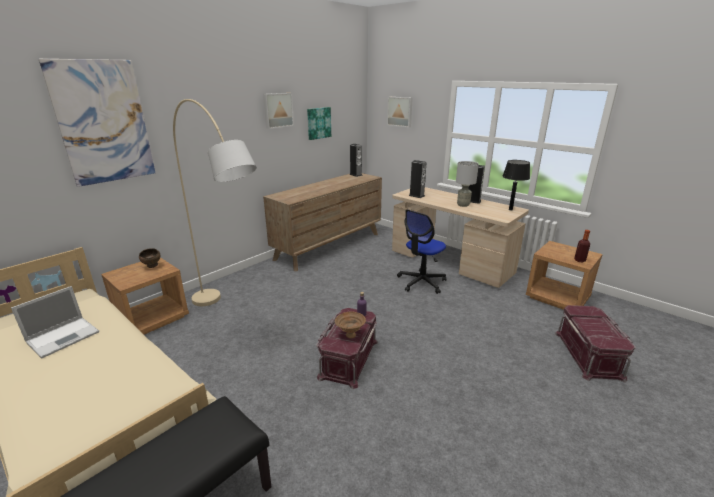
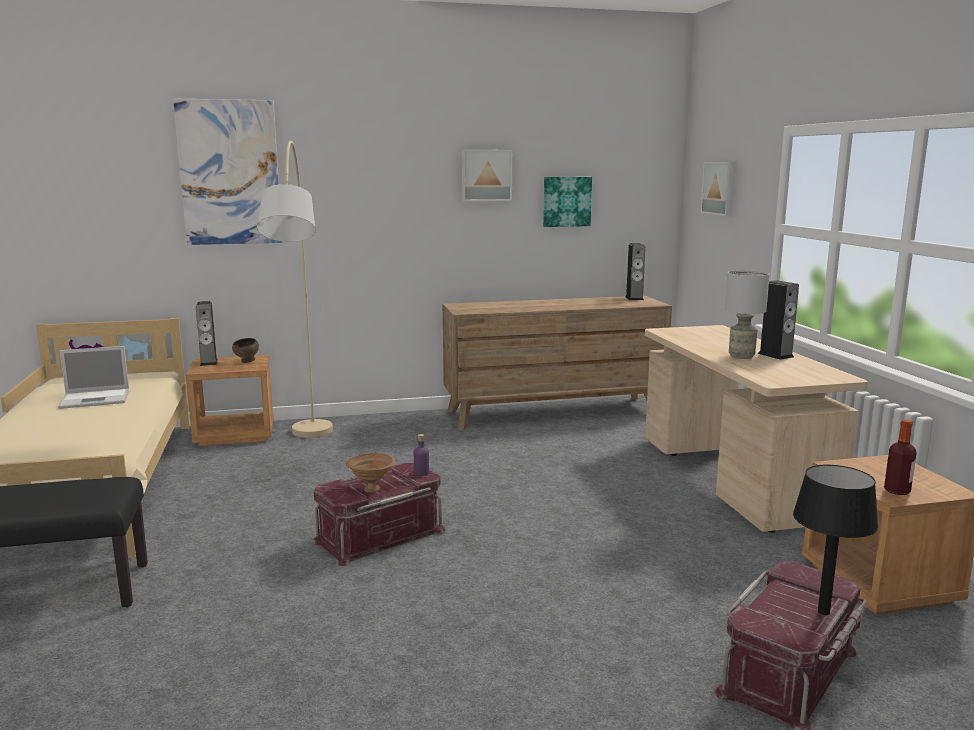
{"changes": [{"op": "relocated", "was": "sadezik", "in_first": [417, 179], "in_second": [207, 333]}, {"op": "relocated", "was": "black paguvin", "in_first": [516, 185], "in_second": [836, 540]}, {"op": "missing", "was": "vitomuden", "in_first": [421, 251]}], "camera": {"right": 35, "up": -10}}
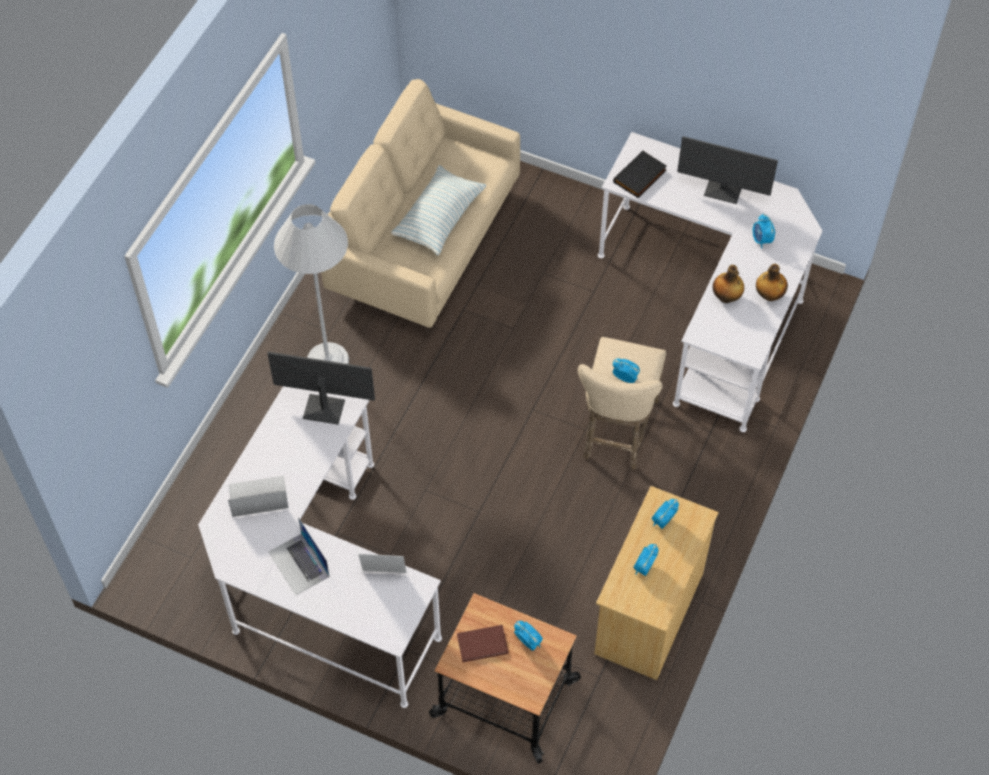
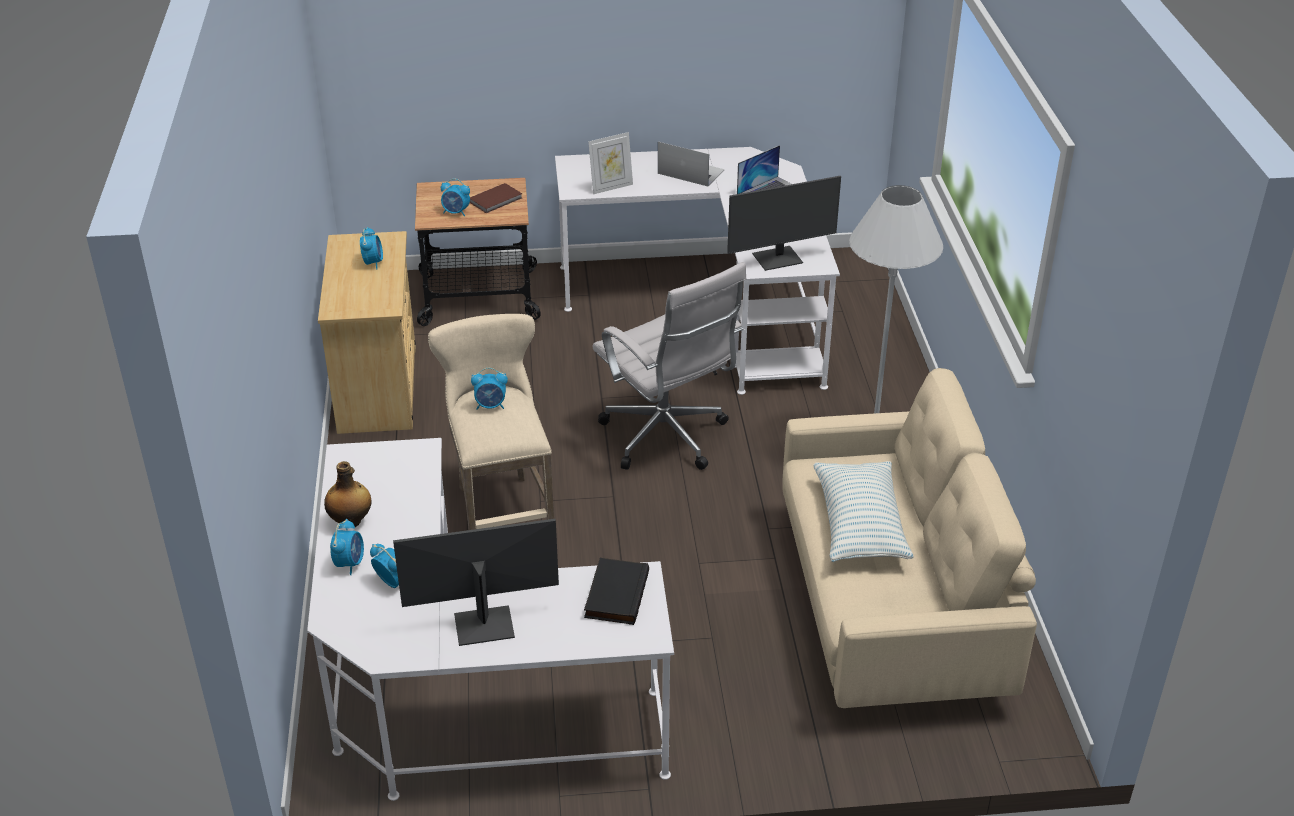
{"changes": [{"op": "relocated", "was": "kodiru", "in_first": [665, 514], "in_second": [347, 547]}, {"op": "appeared", "now": "white vitomuden", "in_second": [669, 366]}, {"op": "missing", "was": "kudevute", "in_first": [728, 284]}], "camera": {"right": 150, "up": -20}}
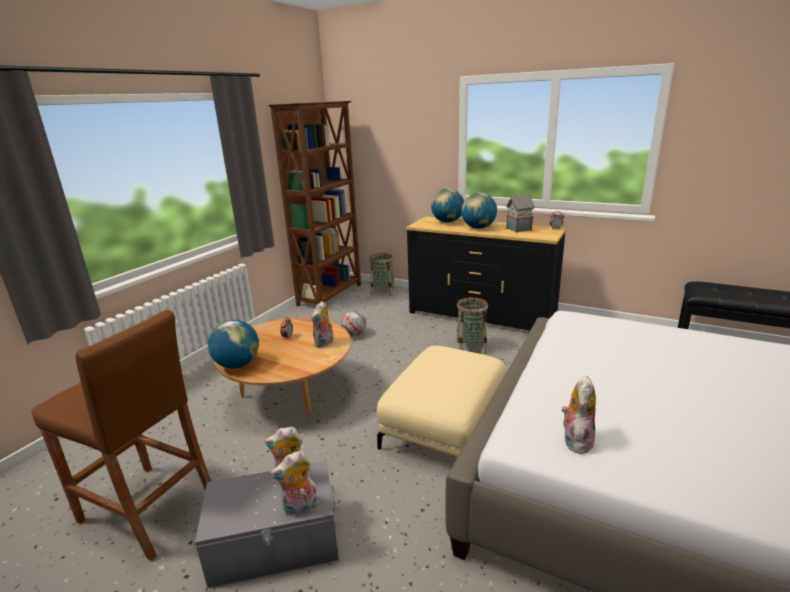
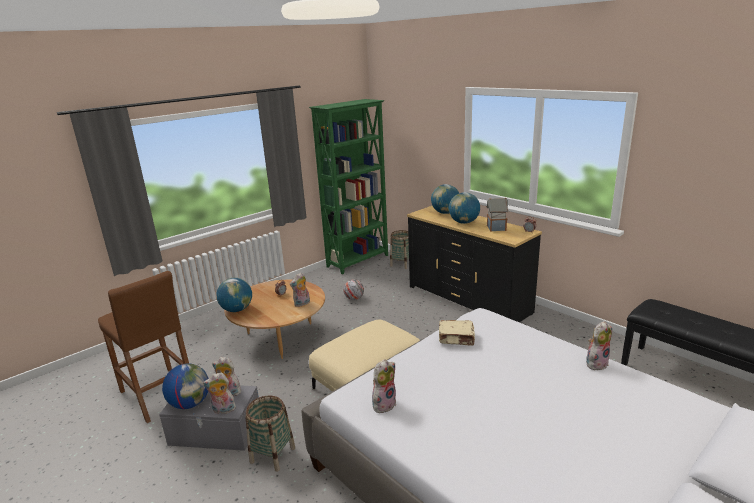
{"changes": [{"op": "appeared", "now": "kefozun", "in_second": [185, 386]}, {"op": "relocated", "was": "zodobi", "in_first": [472, 325], "in_second": [270, 434]}, {"op": "colour", "was": "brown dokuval", "now": "green dokuval", "in_first": [314, 203], "in_second": [348, 186]}, {"op": "appeared", "now": "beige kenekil", "in_second": [457, 333]}, {"op": "appeared", "now": "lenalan", "in_second": [599, 345]}], "camera": {"right": 20, "up": 0}}
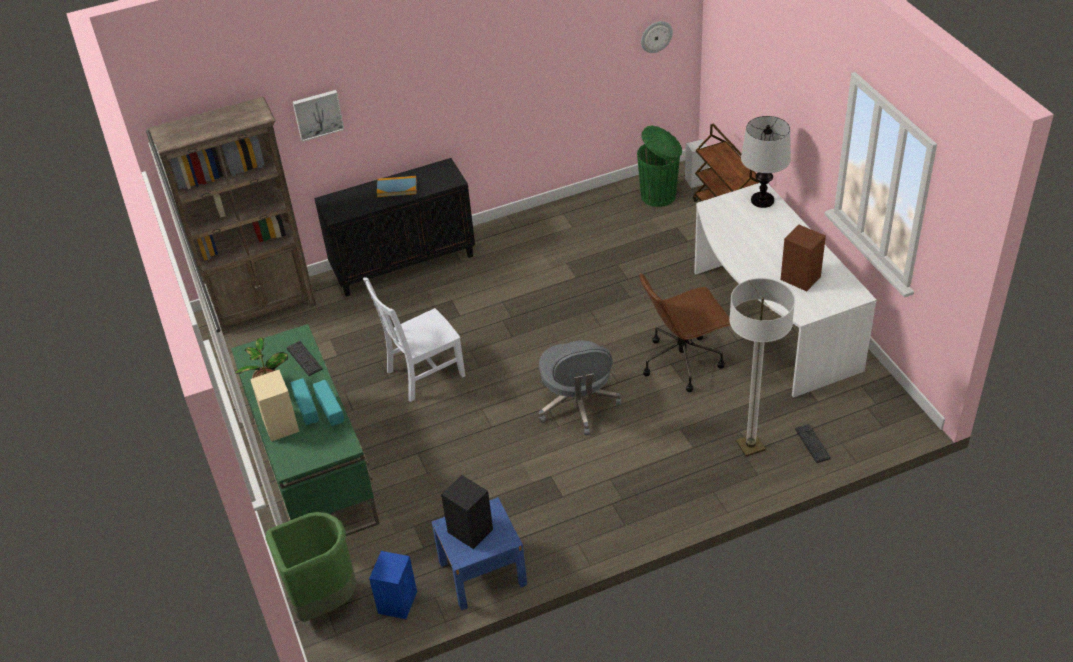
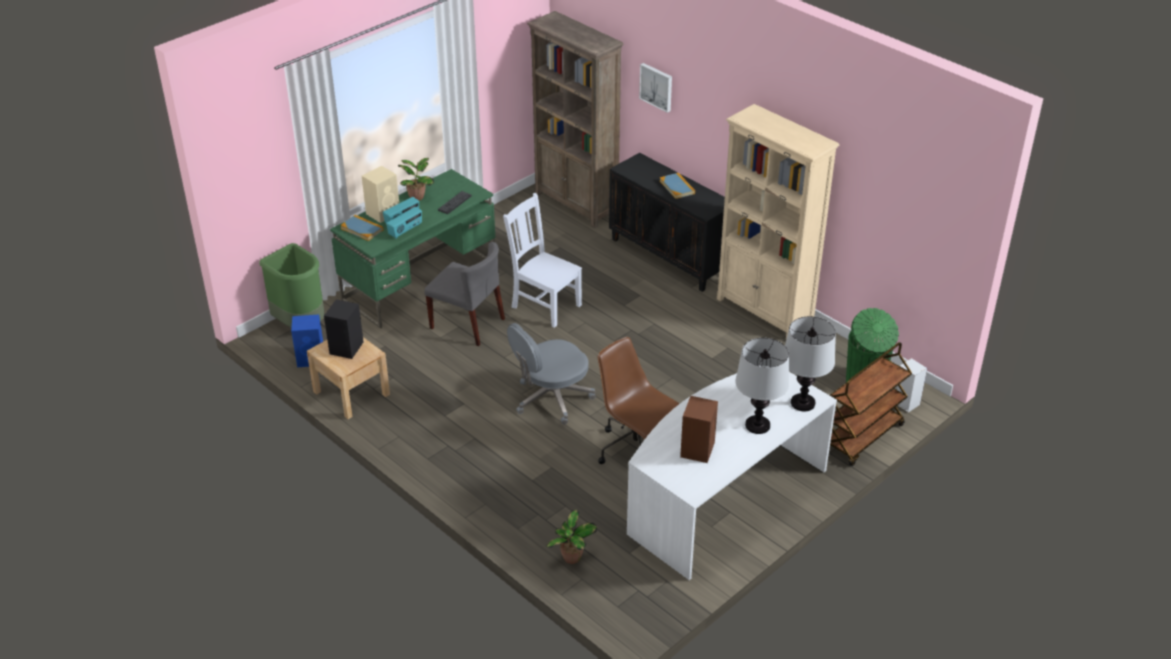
{"changes": [{"op": "colour", "was": "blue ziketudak", "now": "beige ziketudak", "in_first": [479, 554], "in_second": [348, 378]}, {"op": "appeared", "now": "kenekil", "in_second": [362, 228]}, {"op": "appeared", "now": "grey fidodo", "in_second": [464, 294]}, {"op": "exchanged", "was": "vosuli", "now": "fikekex", "in_first": [813, 443], "in_second": [572, 537]}, {"op": "appeared", "now": "beige dokuval", "in_second": [778, 221]}, {"op": "appeared", "now": "paguvin", "in_second": [762, 386]}, {"op": "missing", "was": "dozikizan", "in_first": [657, 37]}, {"op": "missing", "was": "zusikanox", "in_first": [762, 367]}], "camera": {"right": 65, "up": -5}}
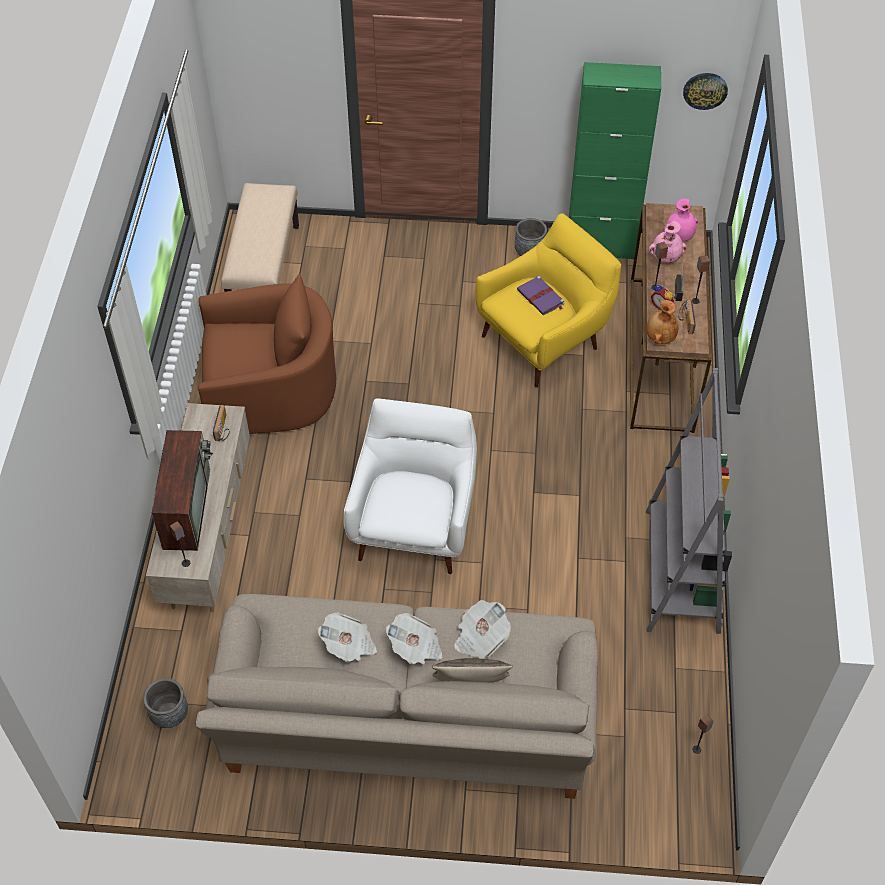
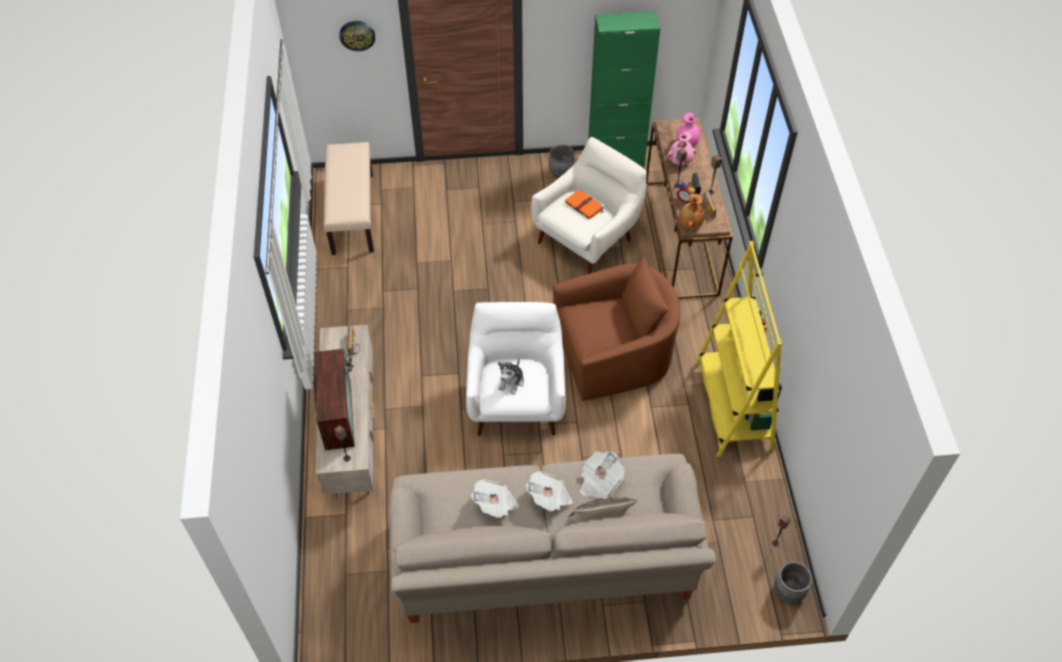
{"changes": [{"op": "relocated", "was": "dozikizan", "in_first": [705, 91], "in_second": [357, 36]}, {"op": "appeared", "now": "lenalan", "in_second": [511, 377]}, {"op": "colour", "was": "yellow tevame", "now": "white tevame", "in_first": [548, 300], "in_second": [589, 205]}, {"op": "relocated", "was": "brown tevame", "in_first": [267, 354], "in_second": [616, 328]}, {"op": "colour", "was": "purple kenekil", "now": "orange kenekil", "in_first": [540, 295], "in_second": [584, 204]}, {"op": "colour", "was": "grey dokuval", "now": "yellow dokuval", "in_first": [689, 501], "in_second": [739, 349]}, {"op": "relocated", "was": "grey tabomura", "in_first": [165, 703], "in_second": [793, 582]}], "camera": {"right": -10, "up": 0}}
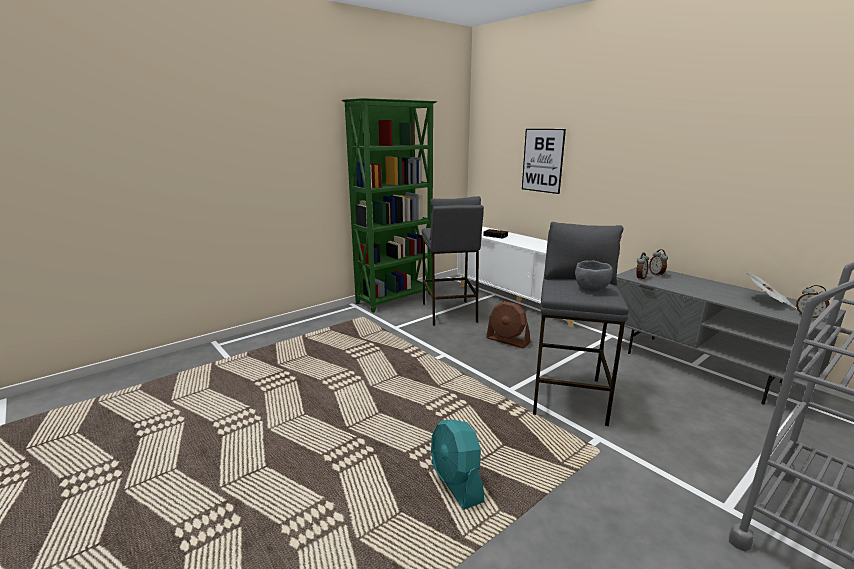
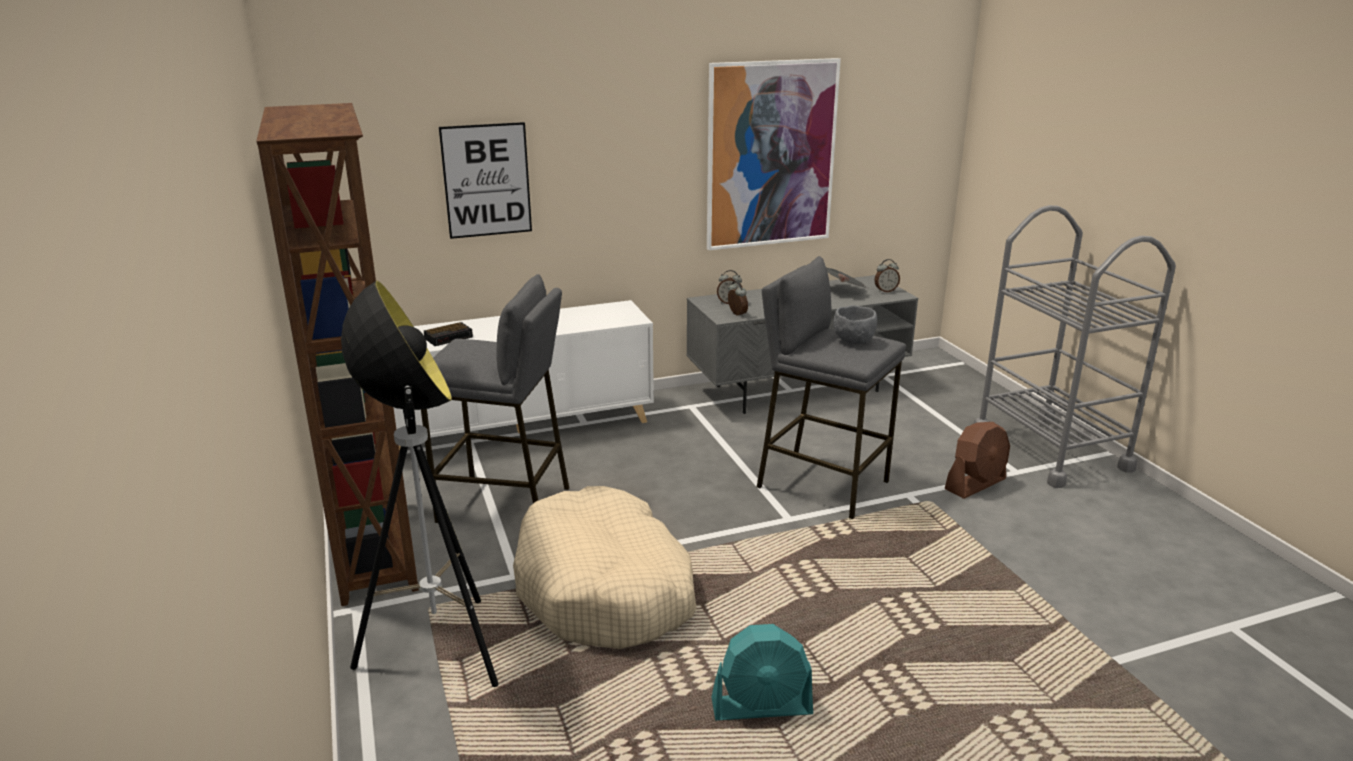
{"changes": [{"op": "colour", "was": "green dokuval", "now": "brown dokuval", "in_first": [389, 205], "in_second": [337, 354]}, {"op": "appeared", "now": "zusikanox", "in_second": [419, 483]}, {"op": "appeared", "now": "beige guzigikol", "in_second": [604, 567]}, {"op": "appeared", "now": "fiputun", "in_second": [774, 154]}, {"op": "relocated", "was": "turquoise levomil", "in_first": [457, 464], "in_second": [762, 672]}, {"op": "relocated", "was": "brown levomil", "in_first": [508, 324], "in_second": [977, 460]}], "camera": {"right": -70, "up": 5}}
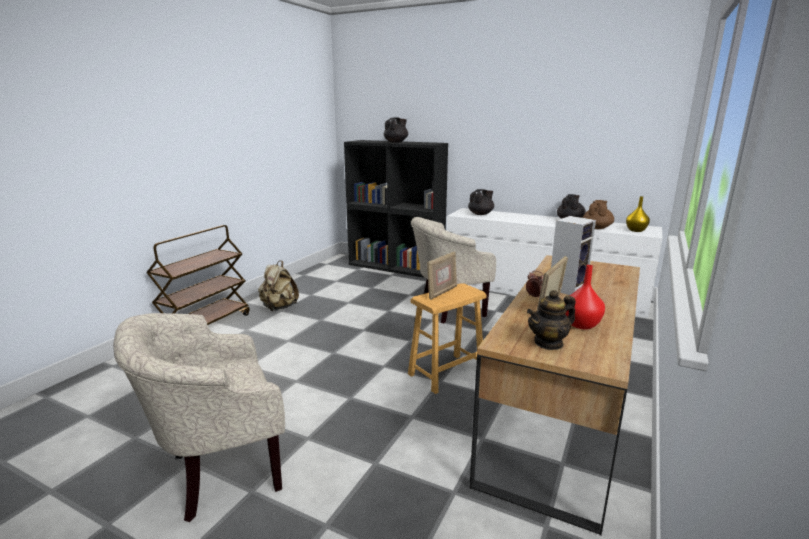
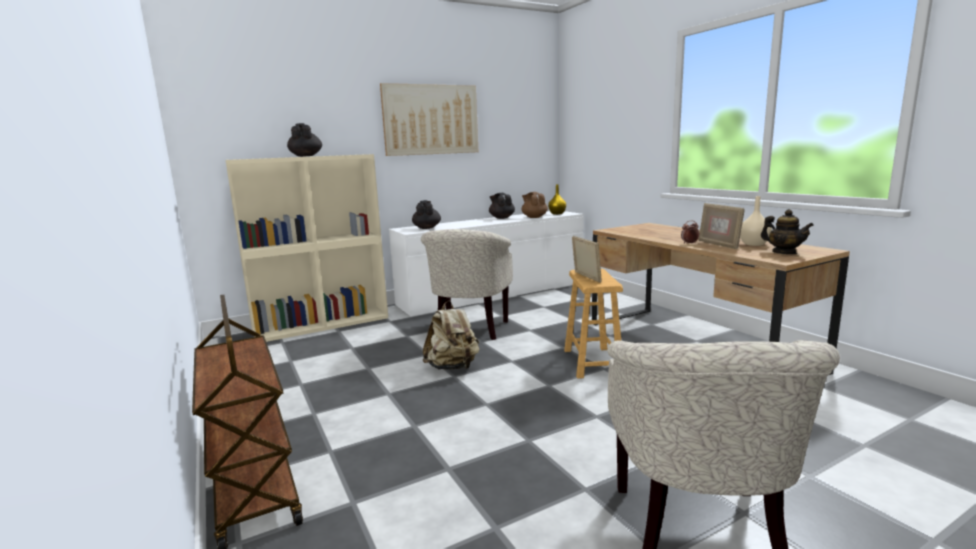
{"changes": [{"op": "colour", "was": "black dokuval", "now": "beige dokuval", "in_first": [396, 209], "in_second": [307, 248]}, {"op": "appeared", "now": "fiputun", "in_second": [429, 119]}, {"op": "relocated", "was": "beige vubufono", "in_first": [278, 285], "in_second": [451, 335]}, {"op": "colour", "was": "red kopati", "now": "beige kopati", "in_first": [585, 297], "in_second": [756, 221]}, {"op": "spun", "was": "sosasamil", "in_first": [551, 320], "in_second": [787, 231], "clockwise": -45}, {"op": "missing", "was": "sadezik", "in_first": [573, 255]}], "camera": {"right": -55, "up": -5}}
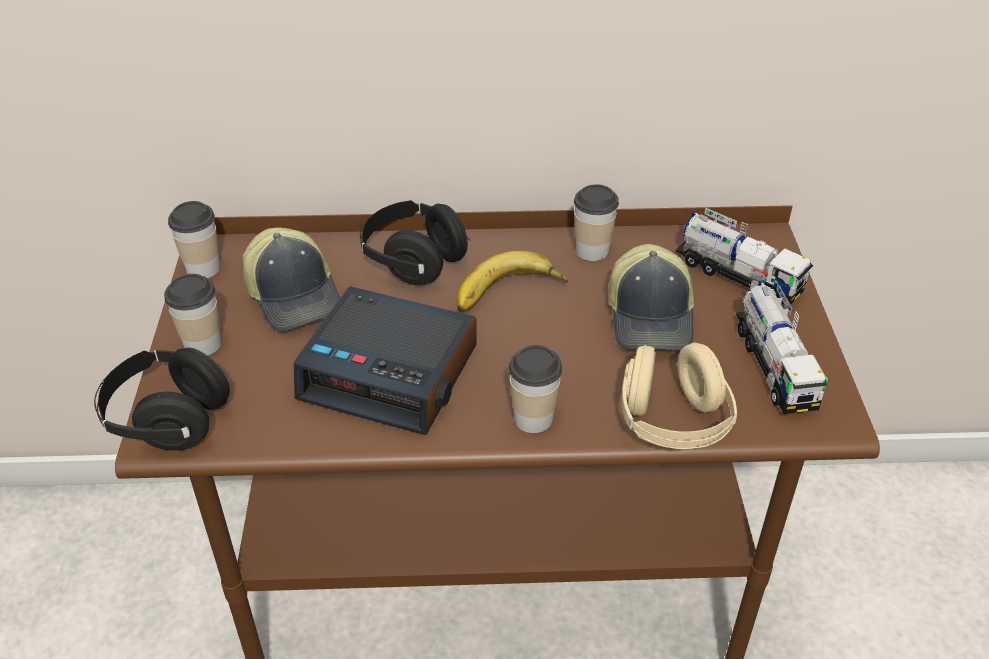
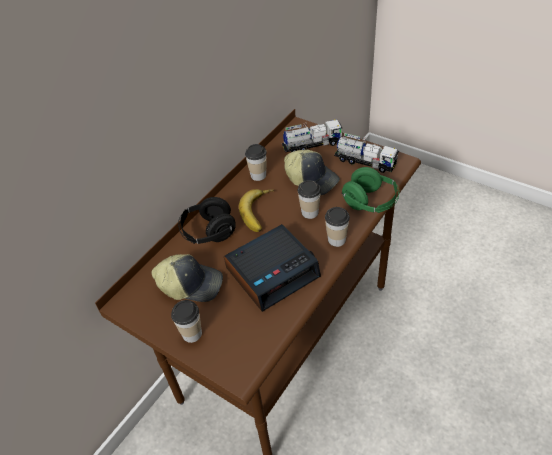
{"changes": [{"op": "relocated", "was": "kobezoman", "in_first": [194, 239], "in_second": [309, 199]}, {"op": "colour", "was": "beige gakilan", "now": "green gakilan", "in_first": [679, 396], "in_second": [370, 190]}, {"op": "missing", "was": "black gakilan", "in_first": [162, 399]}], "camera": {"right": -50, "up": 5}}
